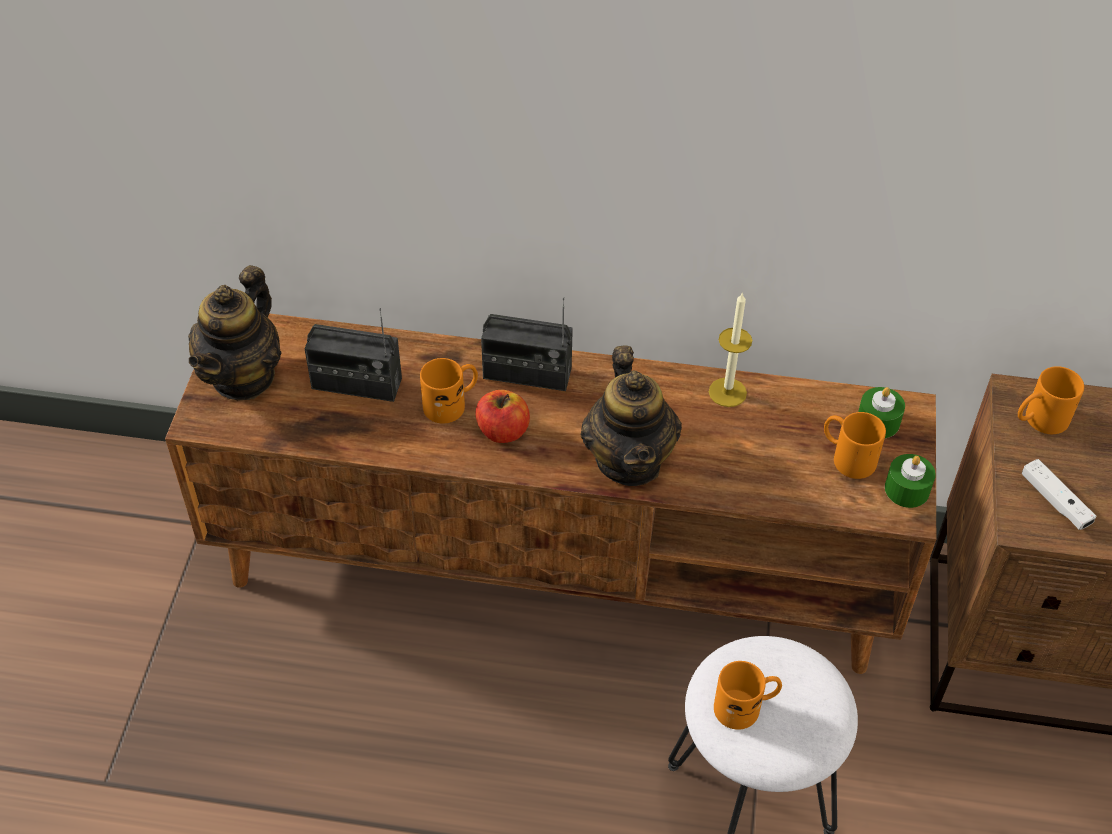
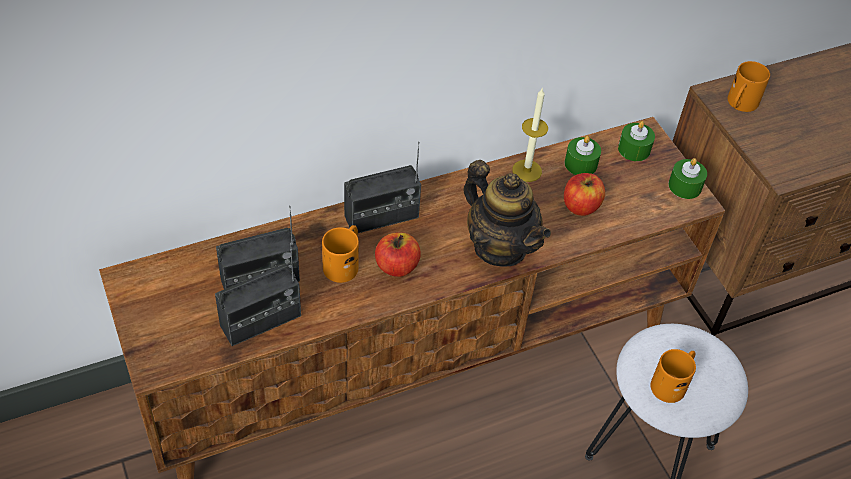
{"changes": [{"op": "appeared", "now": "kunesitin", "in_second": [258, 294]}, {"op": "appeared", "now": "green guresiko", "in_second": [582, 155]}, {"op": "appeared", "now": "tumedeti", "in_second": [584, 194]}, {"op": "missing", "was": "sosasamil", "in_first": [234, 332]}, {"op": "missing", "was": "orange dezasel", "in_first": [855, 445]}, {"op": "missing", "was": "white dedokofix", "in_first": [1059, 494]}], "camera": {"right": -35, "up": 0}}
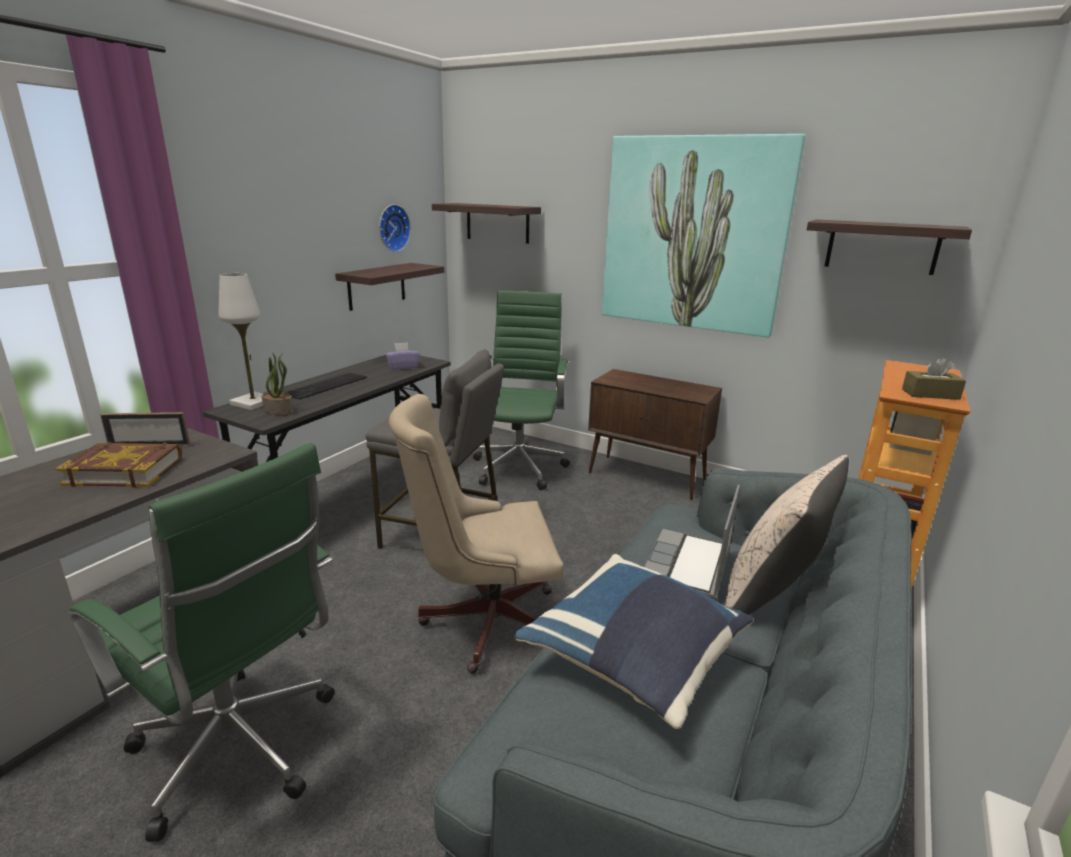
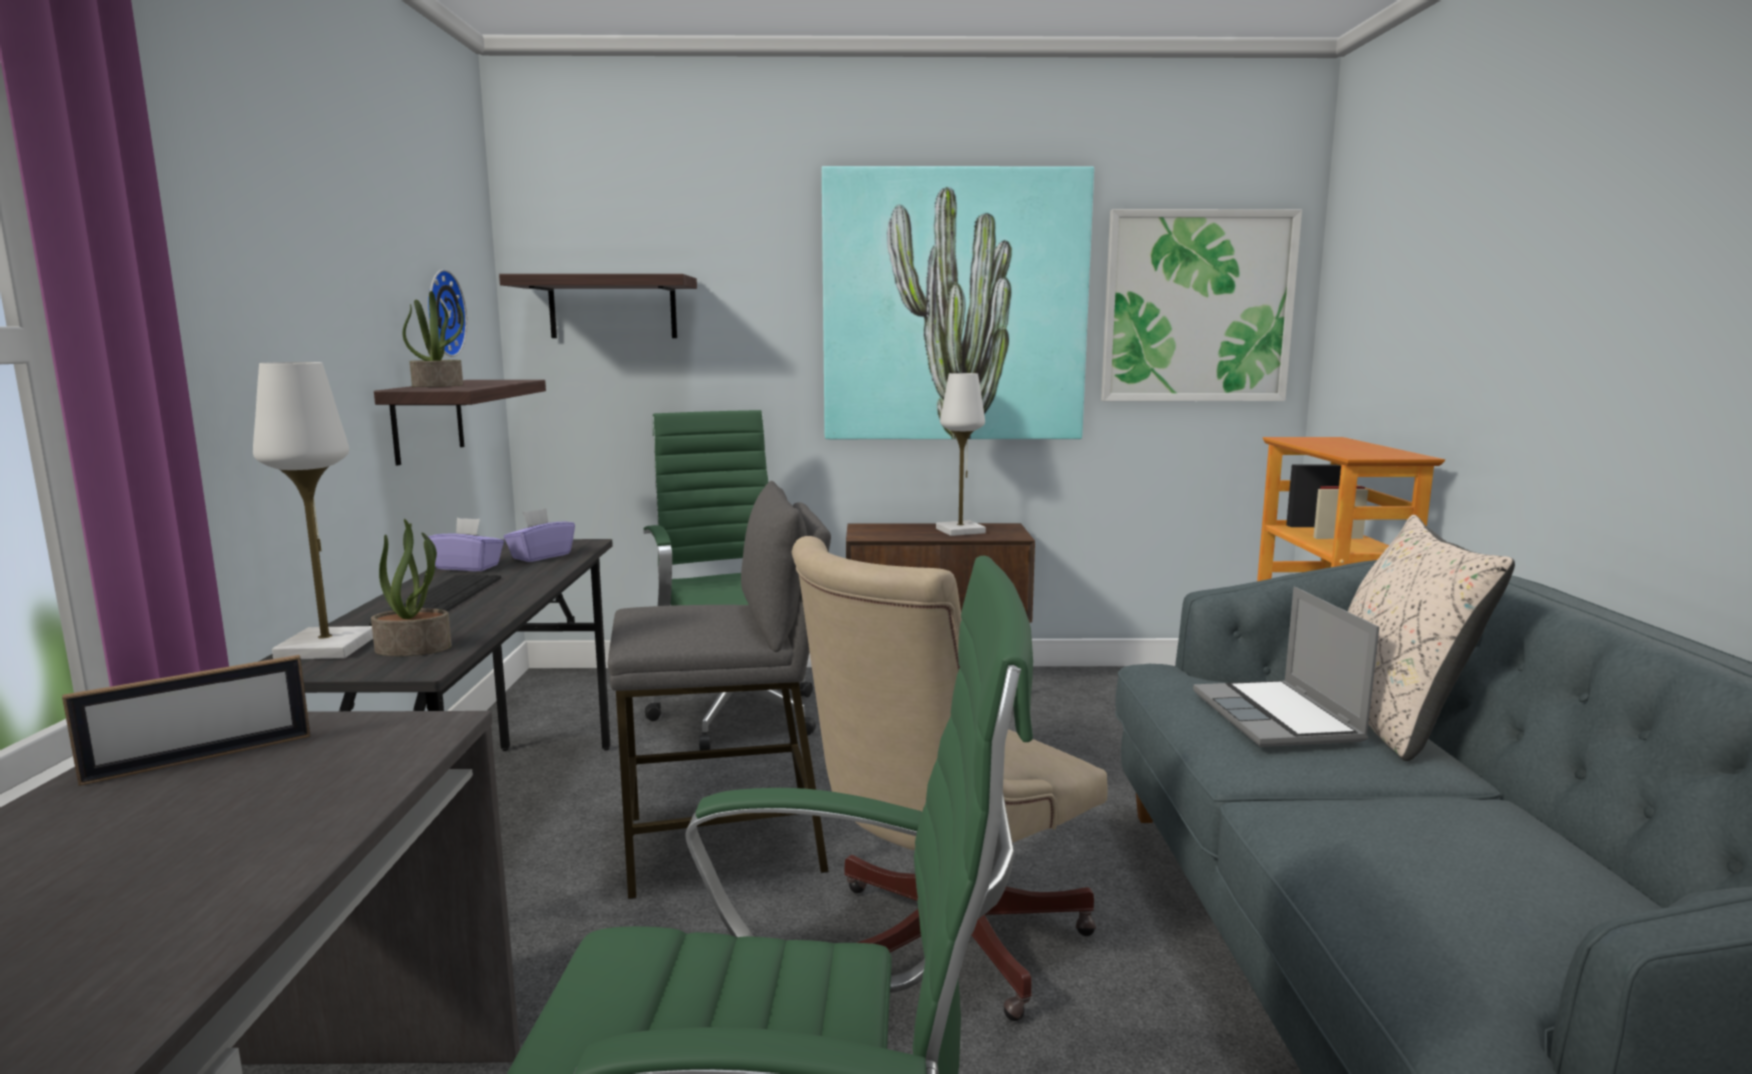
{"changes": [{"op": "appeared", "now": "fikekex", "in_second": [433, 339]}, {"op": "appeared", "now": "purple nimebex", "in_second": [466, 544]}, {"op": "appeared", "now": "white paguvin", "in_second": [961, 454]}, {"op": "exchanged", "was": "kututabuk", "now": "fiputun", "in_first": [889, 247], "in_second": [1201, 305]}, {"op": "missing", "was": "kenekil", "in_first": [118, 465]}, {"op": "missing", "was": "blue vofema", "in_first": [633, 641]}, {"op": "missing", "was": "brown nimebex", "in_first": [934, 378]}], "camera": {"right": -30, "up": -10}}
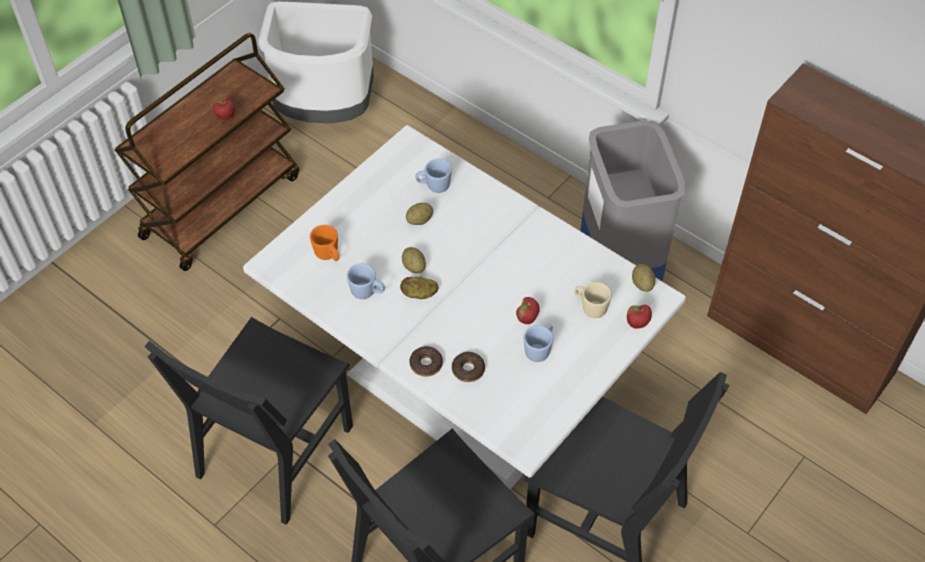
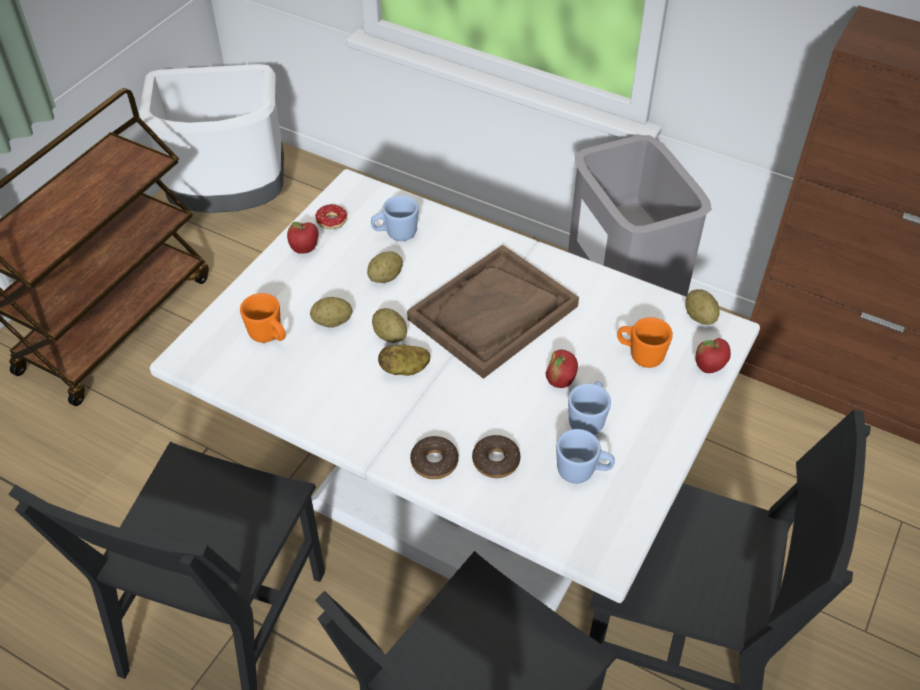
{"changes": [{"op": "relocated", "was": "tumedeti", "in_first": [224, 109], "in_second": [303, 238]}, {"op": "appeared", "now": "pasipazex", "in_second": [331, 312]}, {"op": "appeared", "now": "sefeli", "in_second": [331, 216]}, {"op": "appeared", "now": "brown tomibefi", "in_second": [493, 312]}, {"op": "relocated", "was": "blue dezasel", "in_first": [366, 281], "in_second": [585, 456]}, {"op": "colour", "was": "beige dezasel", "now": "orange dezasel", "in_first": [593, 300], "in_second": [645, 342]}], "camera": {"right": -10, "up": -5}}
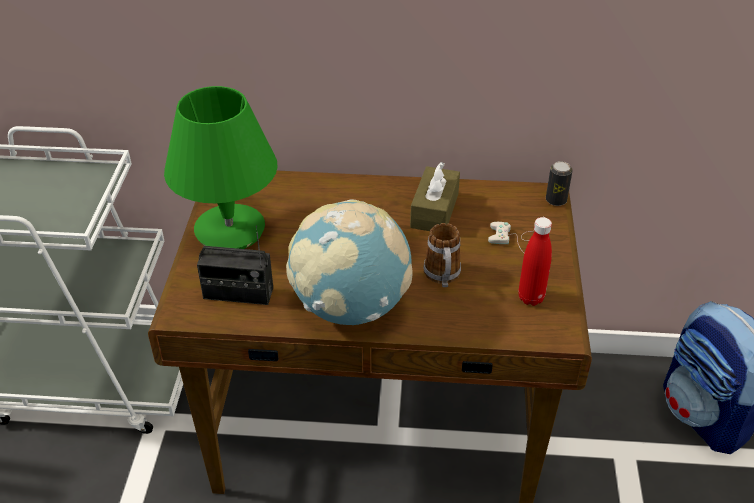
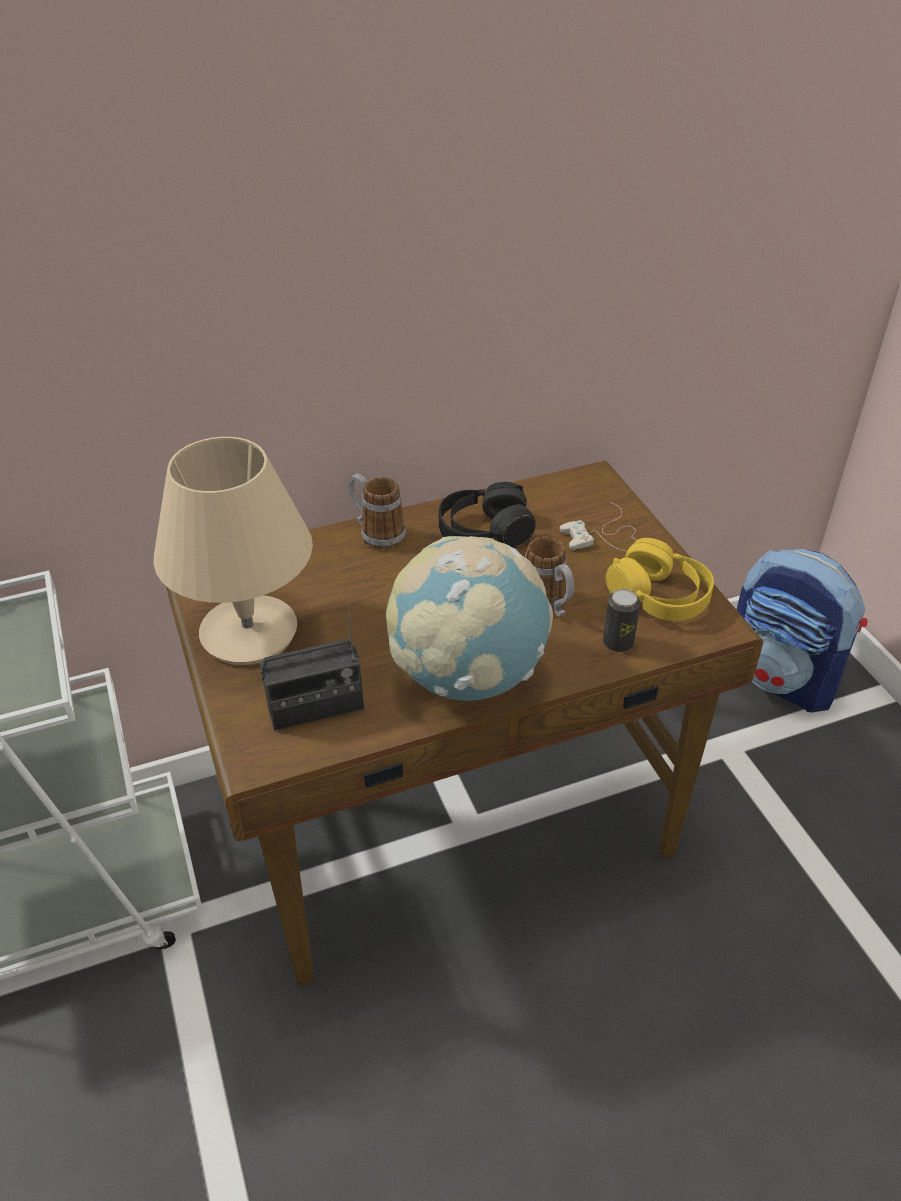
{"changes": [{"op": "colour", "was": "green paguvin", "now": "beige paguvin", "in_first": [221, 167], "in_second": [233, 551]}, {"op": "appeared", "now": "dezasel", "in_second": [377, 512]}, {"op": "exchanged", "was": "brown nimebex", "now": "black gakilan", "in_first": [435, 196], "in_second": [487, 515]}, {"op": "relocated", "was": "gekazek", "in_first": [559, 183], "in_second": [621, 620]}, {"op": "exchanged", "was": "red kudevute", "now": "yellow gakilan", "in_first": [535, 261], "in_second": [659, 579]}], "camera": {"right": -25, "up": 0}}
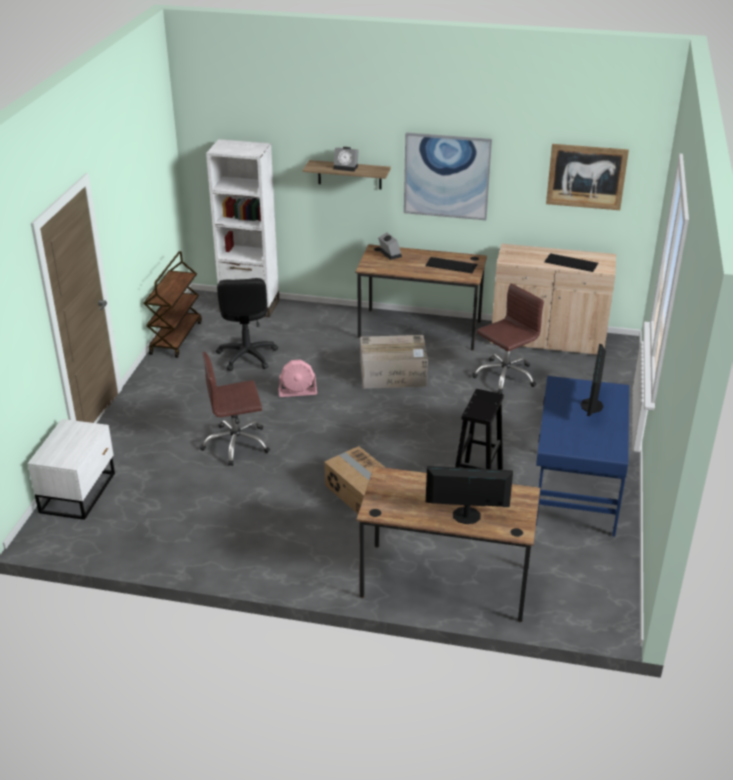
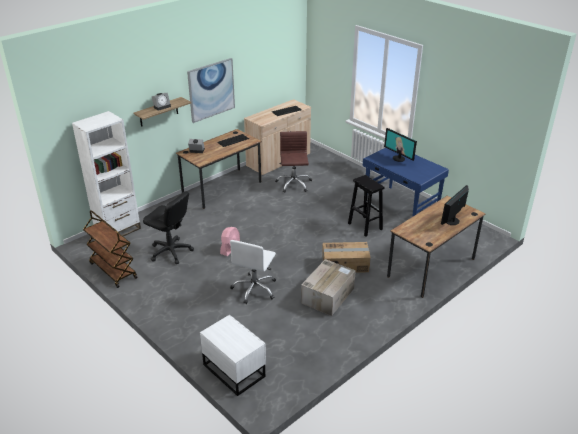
{"changes": [{"op": "colour", "was": "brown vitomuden", "now": "white vitomuden", "in_first": [235, 409], "in_second": [253, 272]}, {"op": "relocated", "was": "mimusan", "in_first": [394, 362], "in_second": [328, 287]}, {"op": "missing", "was": "fiputun", "in_first": [587, 177]}], "camera": {"right": -55, "up": 0}}
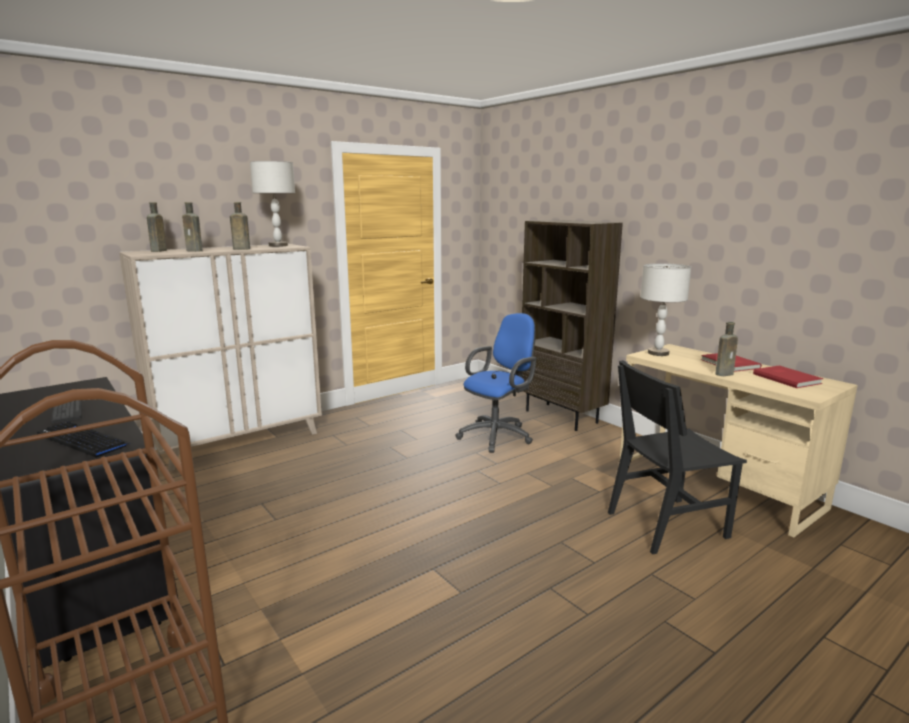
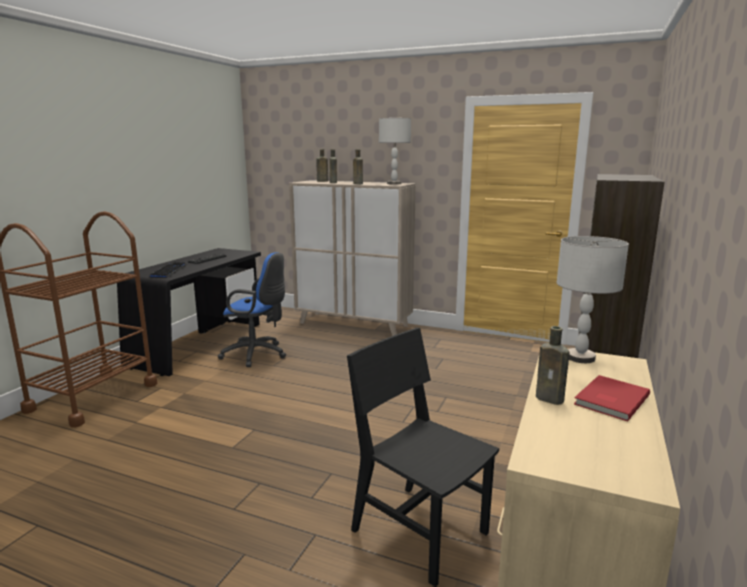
{"changes": [{"op": "relocated", "was": "blue vitomuden", "in_first": [496, 383], "in_second": [252, 309]}, {"op": "missing", "was": "red kenekil", "in_first": [788, 377]}], "camera": {"right": 60, "up": 0}}
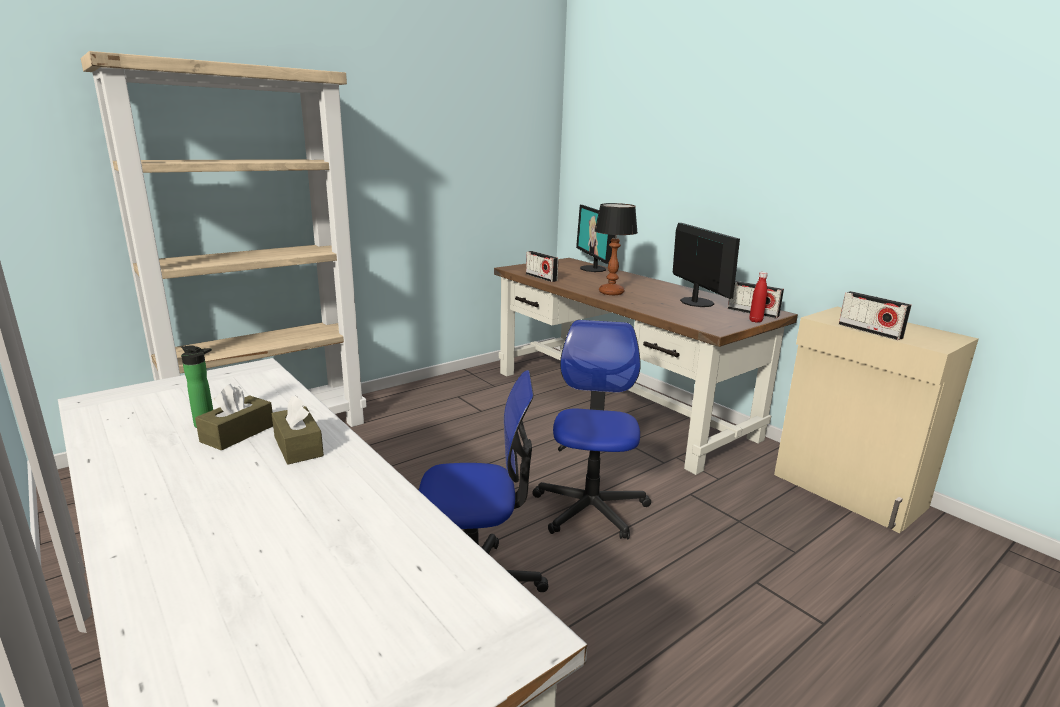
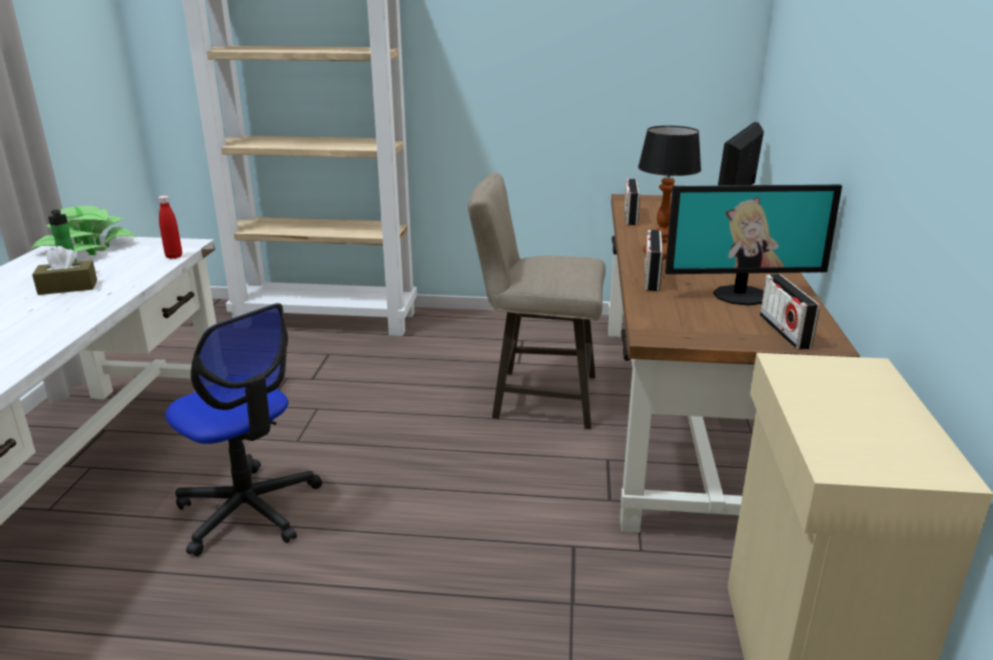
{"changes": [{"op": "appeared", "now": "fikekex", "in_second": [83, 230]}, {"op": "relocated", "was": "red kudevute", "in_first": [758, 297], "in_second": [170, 227]}, {"op": "appeared", "now": "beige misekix", "in_second": [537, 301]}, {"op": "relocated", "was": "kunesitin", "in_first": [875, 315], "in_second": [654, 260]}, {"op": "spun", "was": "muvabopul", "in_first": [706, 265], "in_second": [753, 245], "clockwise": 60}, {"op": "missing", "was": "brown nimebex", "in_first": [298, 430]}, {"op": "missing", "was": "vitomuden", "in_first": [591, 430]}], "camera": {"right": 45, "up": 5}}
